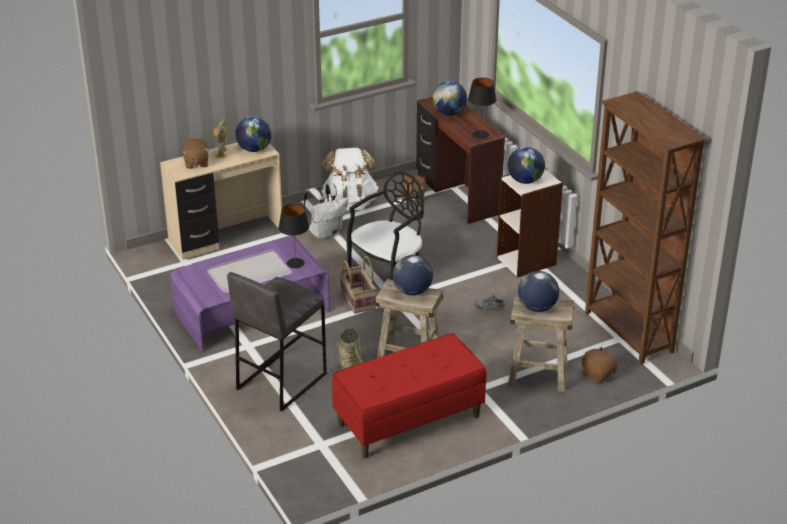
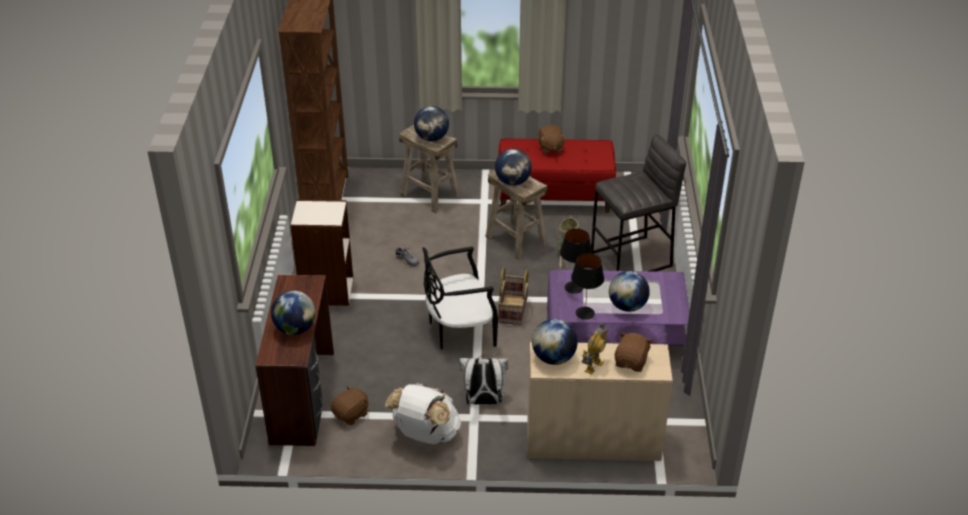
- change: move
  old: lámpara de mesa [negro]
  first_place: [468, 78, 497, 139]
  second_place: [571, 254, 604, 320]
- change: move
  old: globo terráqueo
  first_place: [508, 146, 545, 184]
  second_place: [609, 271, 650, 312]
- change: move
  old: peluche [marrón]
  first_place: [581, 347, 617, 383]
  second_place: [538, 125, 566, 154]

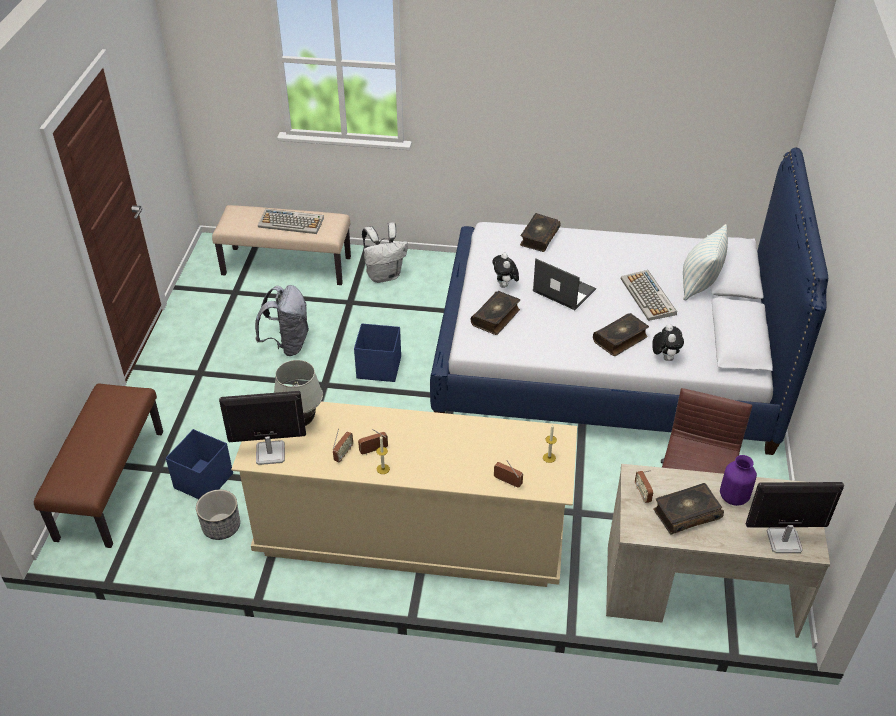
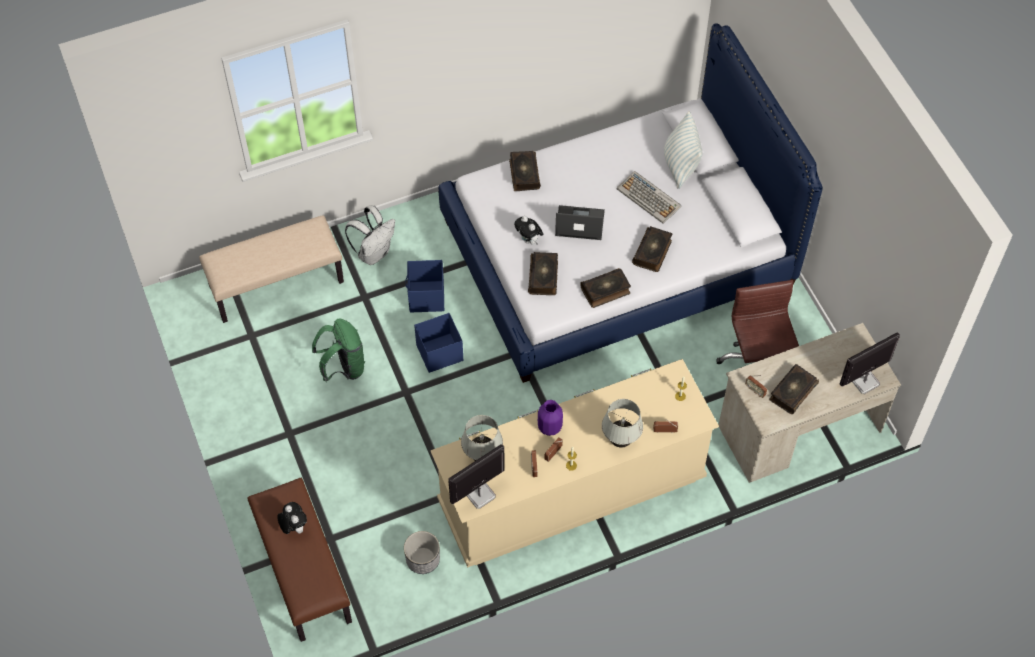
- change: delete
  old: teclado
  first_place: [258, 209, 324, 234]
- change: insert
  new: libro
  second_place: [580, 268, 631, 308]
- change: insert
  new: lámpara de mesa [blanco]
  second_place: [602, 399, 643, 447]
- change: move
  old: caja de almacenaje [azul]
  first_place: [166, 429, 233, 499]
  second_place: [405, 260, 444, 313]
- change: move
  old: peluche
  first_place: [652, 324, 684, 361]
  second_place: [277, 502, 307, 534]
- change: move
  old: florero [morado]
  first_place: [720, 455, 757, 506]
  second_place: [538, 400, 563, 436]
- change: recolor
  old: mochila [gris]
  new: mochila [verde]
  first_place: [255, 285, 309, 356]
  second_place: [312, 319, 365, 382]

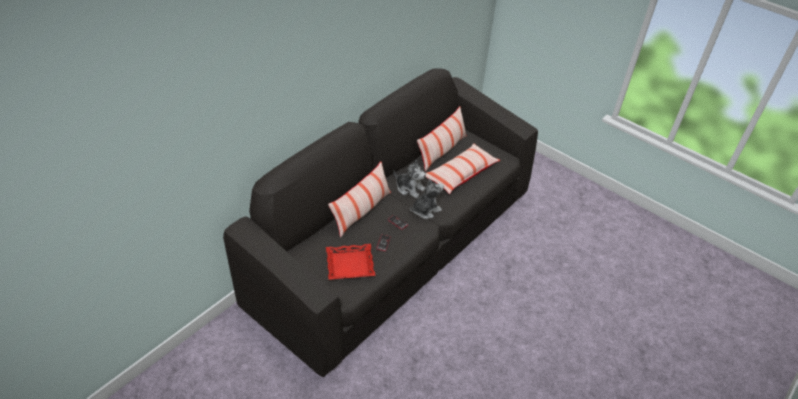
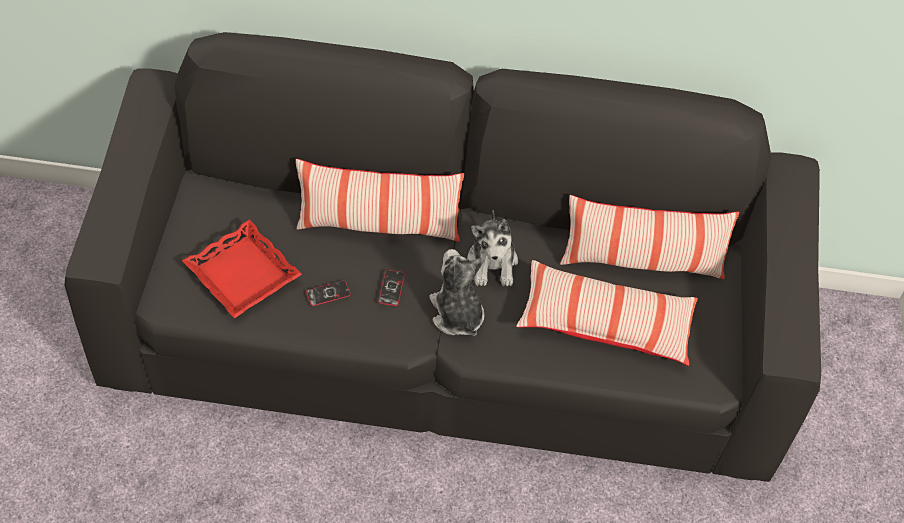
- change: rotate
  old: peluche
  first_place: [410, 179, 444, 219]
  second_place: [429, 249, 484, 336]
  degrees: -135

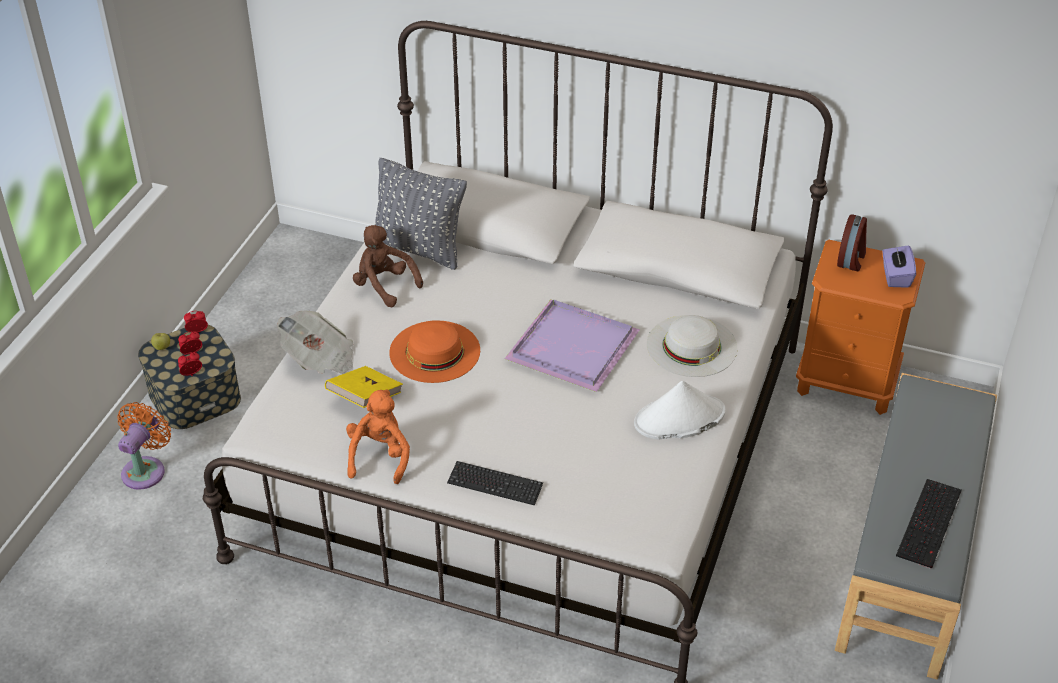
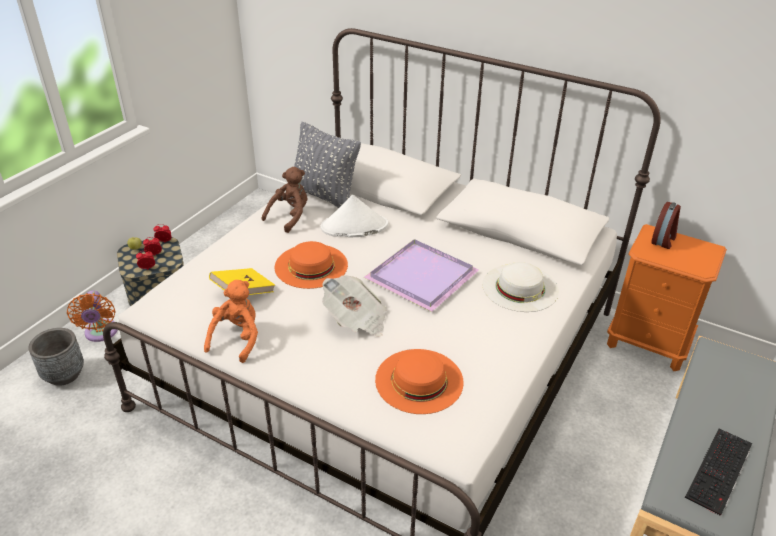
- change: delete
  old: teclado
  first_place: [447, 461, 543, 506]
- change: delete
  old: caja de pañuelos [morado]
  first_place: [883, 244, 916, 288]
- change: insert
  new: maceta [gris]
  second_place: [28, 328, 84, 386]
- change: insert
  new: sombrero [naranja]
  second_place: [375, 349, 464, 414]
- change: move
  old: periódico
  first_place: [277, 311, 354, 374]
  second_place: [322, 275, 387, 336]
- change: move
  old: sombrero [blanco]
  first_place: [634, 381, 726, 440]
  second_place: [321, 195, 388, 237]
- change: rotate
  old: ventilador [naranja]
  first_place: [117, 402, 171, 490]
  second_place: [67, 291, 117, 342]
  degrees: 135
- change: rotate
  old: peluche [marrón]
  first_place: [353, 225, 423, 307]
  second_place: [261, 167, 307, 233]
  degrees: 75

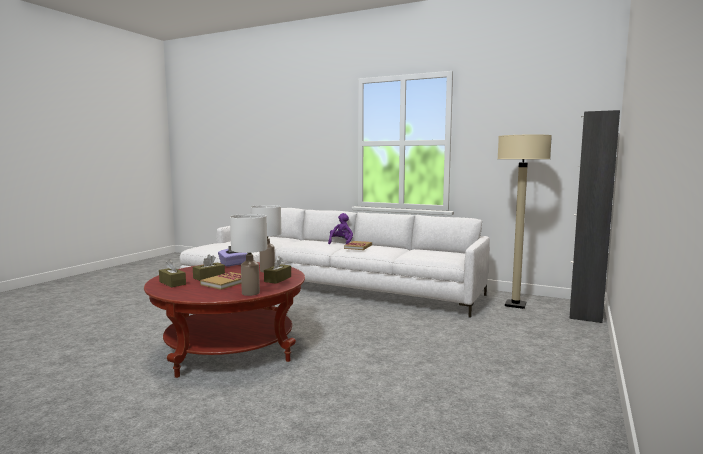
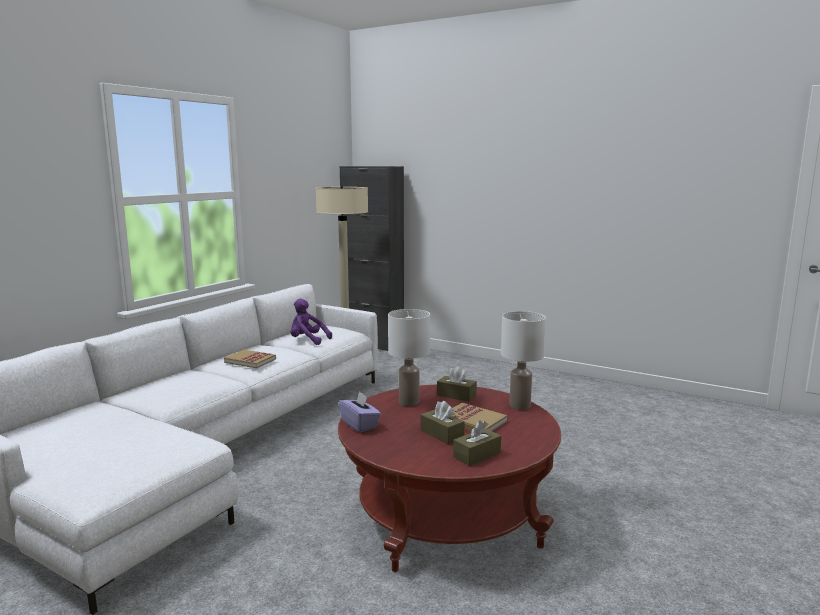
- change: move
  old: peluche [morado]
  first_place: [328, 213, 353, 244]
  second_place: [291, 299, 332, 345]

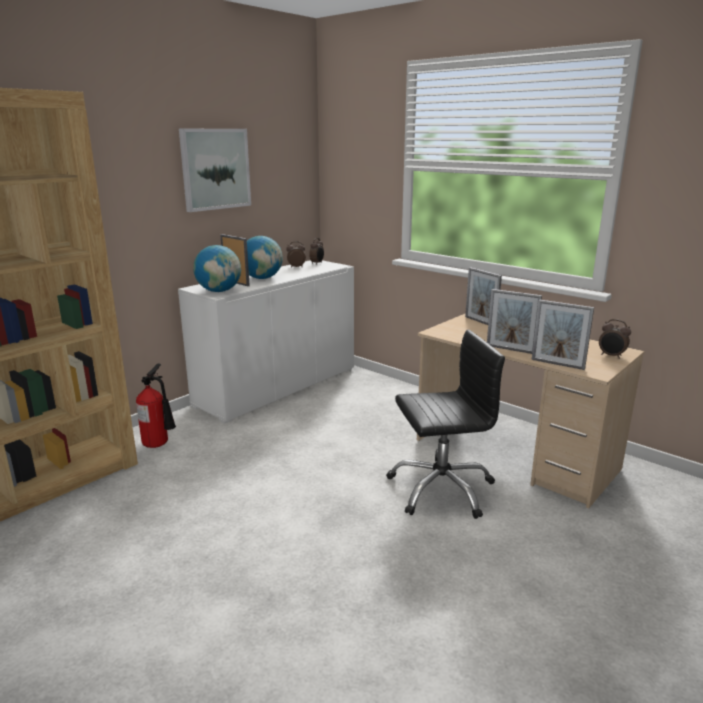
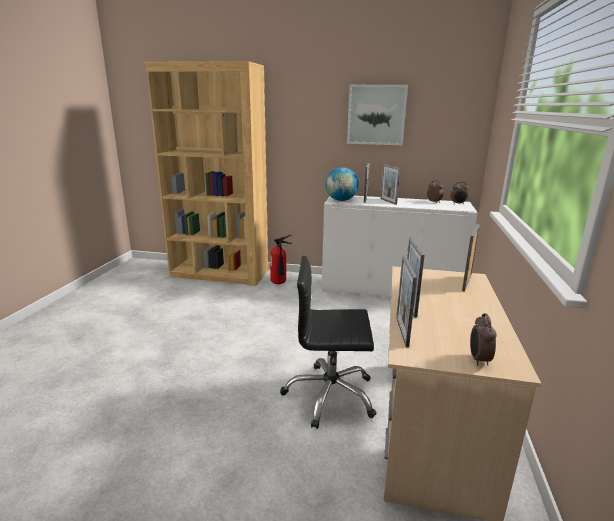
- change: replace
  old: globo terráqueo
  new: portarretratos
  first_place: [247, 236, 283, 279]
  second_place: [380, 164, 400, 205]
- change: rotate
  old: silla de oficina [negro]
  first_place: [387, 330, 505, 519]
  second_place: [280, 256, 377, 429]
  degrees: 135

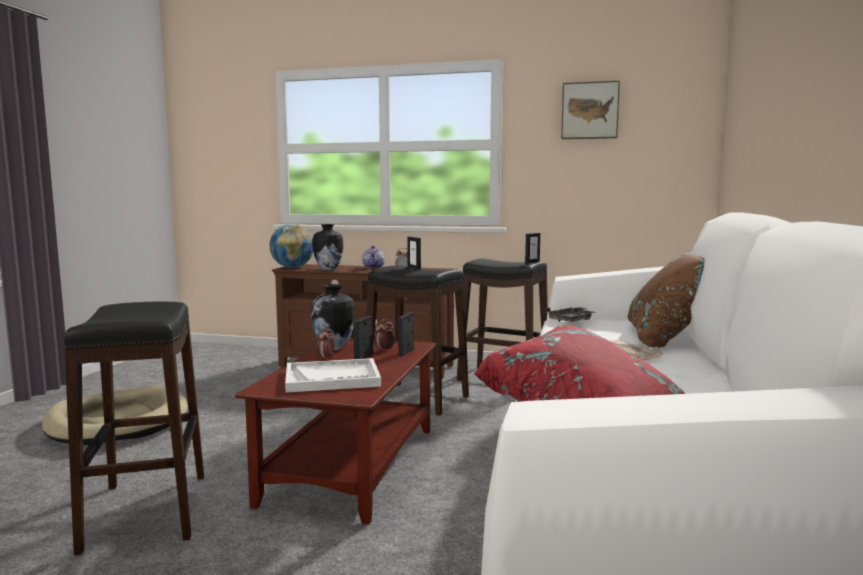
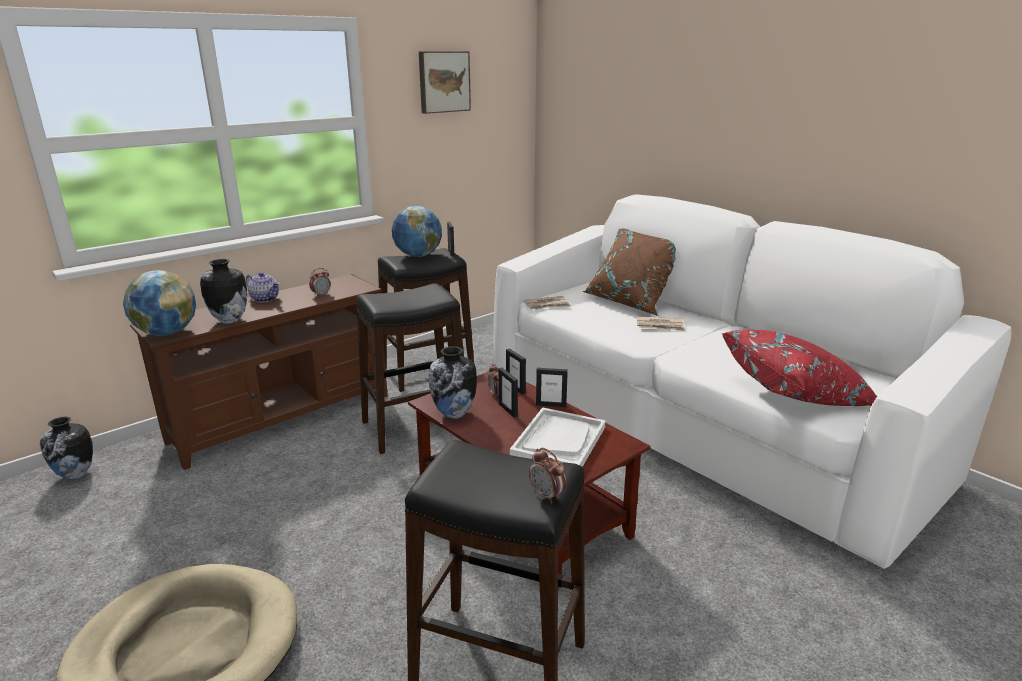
- change: insert
  new: florero
  second_place: [40, 417, 93, 480]
- change: insert
  new: globo terráqueo
  second_place: [392, 206, 442, 257]
- change: move
  old: despertador
  first_place: [317, 326, 335, 361]
  second_place: [529, 448, 566, 503]
- change: move
  old: portarretratos
  first_place: [407, 237, 421, 270]
  second_place: [536, 368, 568, 407]
- change: replace
  old: bandeja [gris]
  new: periódico
  first_place: [546, 307, 595, 322]
  second_place: [524, 296, 571, 310]

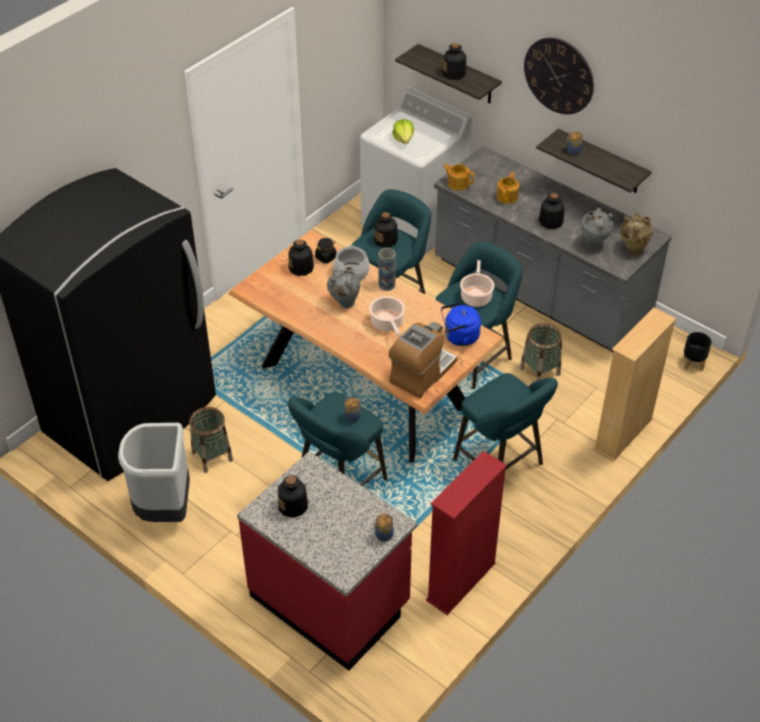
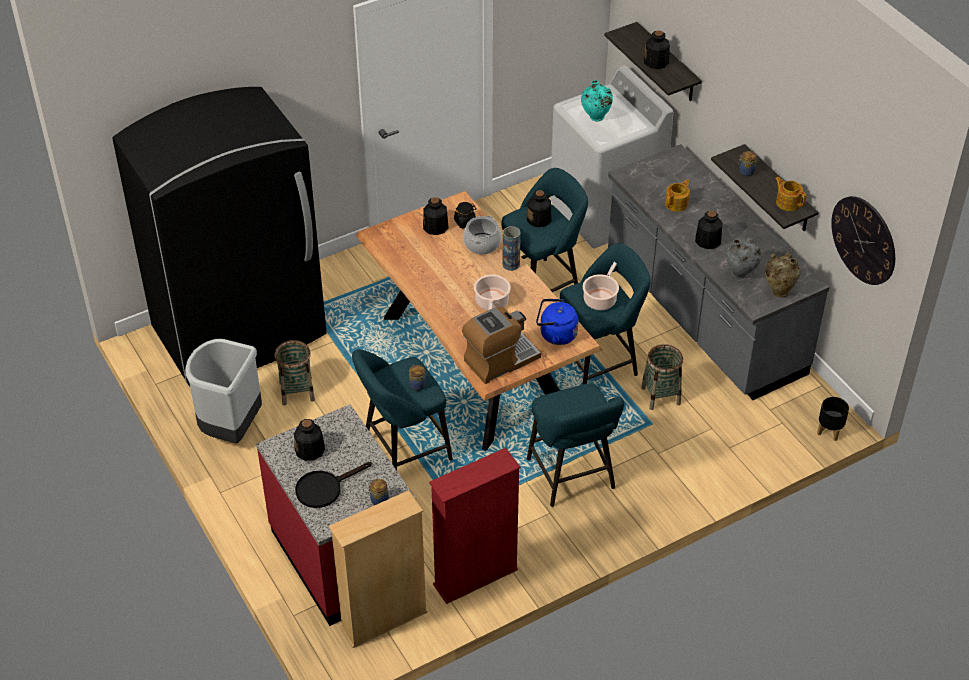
- change: delete
  old: florero [gris]
  first_place: [327, 267, 360, 308]
- change: insert
  new: sartén [negro]
  second_place: [295, 462, 371, 508]
- change: move
  old: tetera
  first_place: [443, 164, 474, 191]
  second_place: [775, 177, 807, 211]
- change: move
  old: reloj de pared
  first_place: [524, 37, 594, 114]
  second_place: [831, 196, 895, 285]
- change: move
  old: estantería [beis]
  first_place: [593, 307, 676, 462]
  second_place: [329, 490, 428, 648]
- change: replace
  old: lechuga
  new: florero [turquesa]
  first_place: [393, 119, 414, 144]
  second_place: [581, 80, 613, 121]

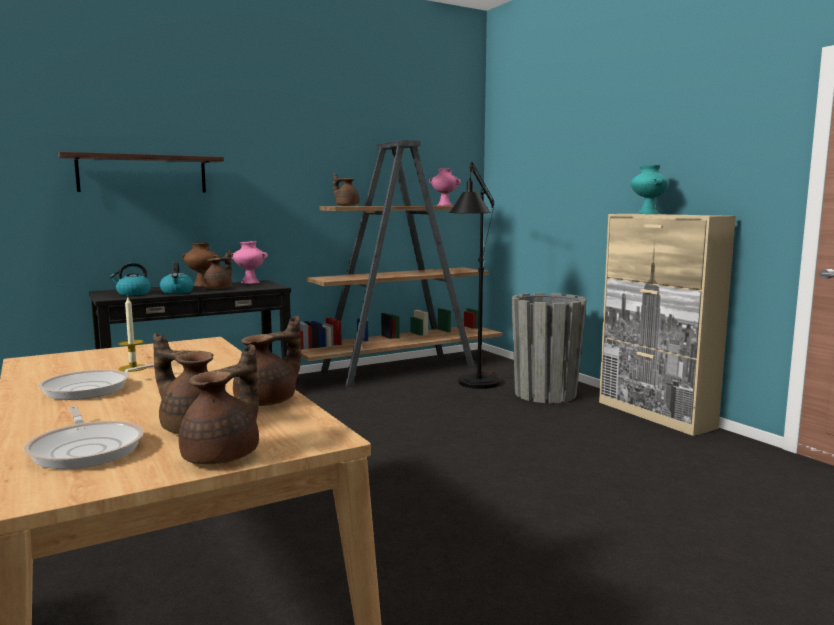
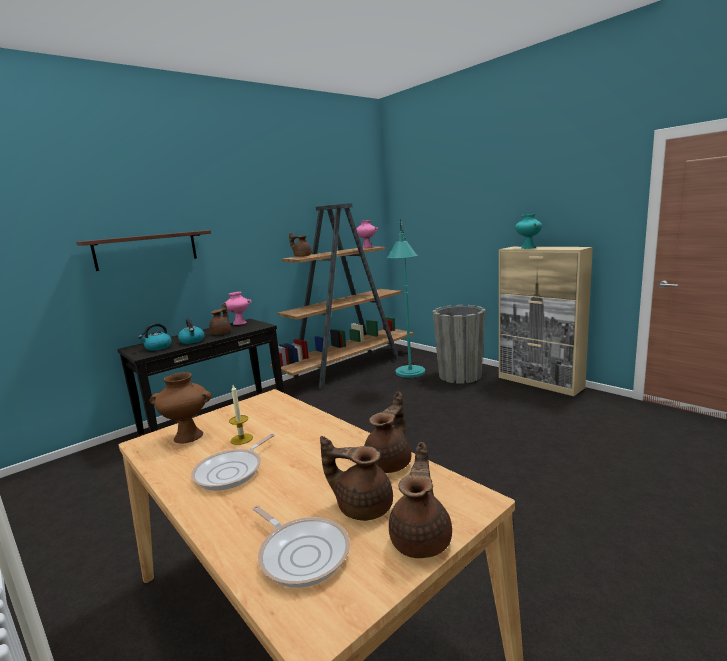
- change: move
  old: florero [marrón]
  first_place: [182, 243, 220, 286]
  second_place: [149, 372, 212, 443]
- change: recolor
  old: lámpara de pie [negro]
  new: lámpara de pie [turquesa]
  first_place: [448, 161, 500, 389]
  second_place: [387, 219, 425, 378]

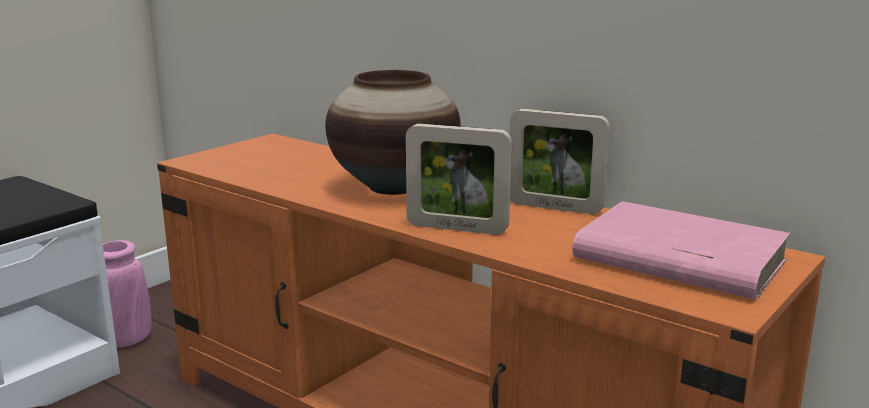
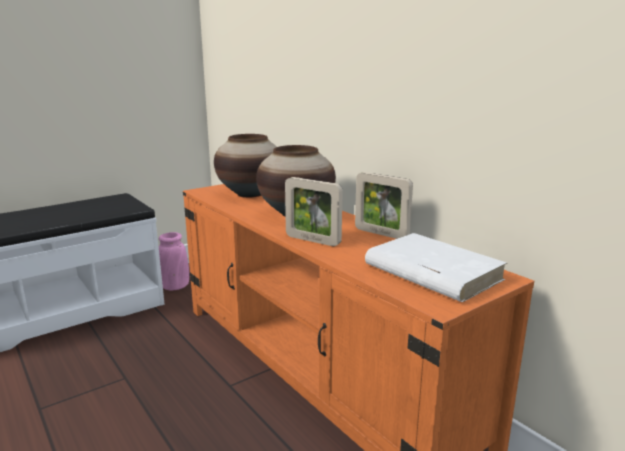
- change: insert
  new: florero
  second_place: [214, 134, 277, 198]
- change: recolor
  old: libro [rosa]
  new: libro [blanco]
  first_place: [572, 201, 791, 299]
  second_place: [365, 233, 507, 302]

